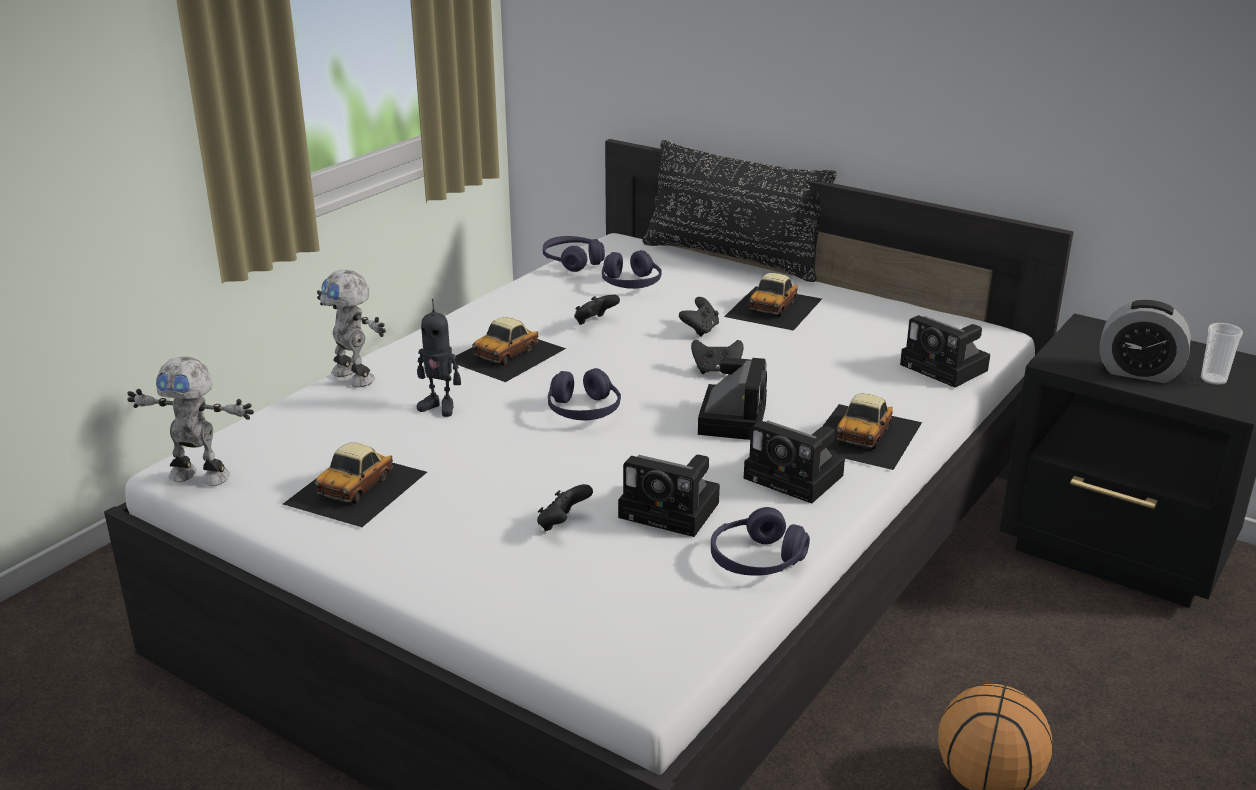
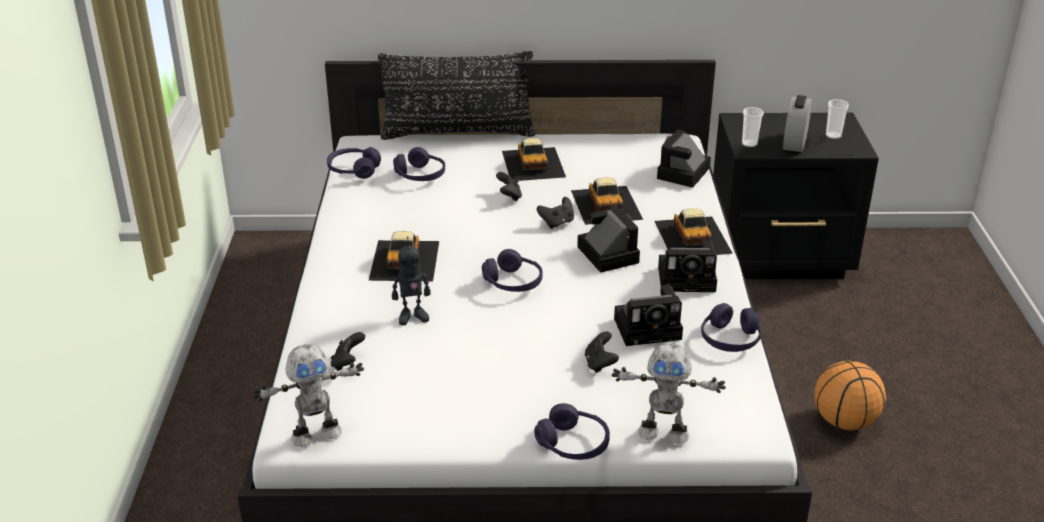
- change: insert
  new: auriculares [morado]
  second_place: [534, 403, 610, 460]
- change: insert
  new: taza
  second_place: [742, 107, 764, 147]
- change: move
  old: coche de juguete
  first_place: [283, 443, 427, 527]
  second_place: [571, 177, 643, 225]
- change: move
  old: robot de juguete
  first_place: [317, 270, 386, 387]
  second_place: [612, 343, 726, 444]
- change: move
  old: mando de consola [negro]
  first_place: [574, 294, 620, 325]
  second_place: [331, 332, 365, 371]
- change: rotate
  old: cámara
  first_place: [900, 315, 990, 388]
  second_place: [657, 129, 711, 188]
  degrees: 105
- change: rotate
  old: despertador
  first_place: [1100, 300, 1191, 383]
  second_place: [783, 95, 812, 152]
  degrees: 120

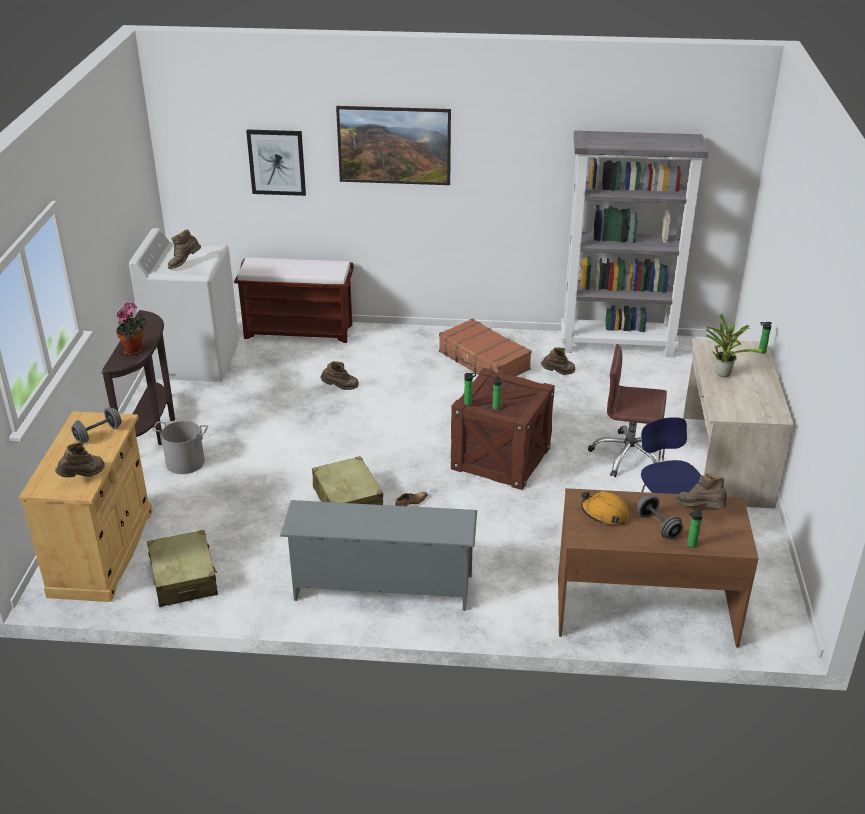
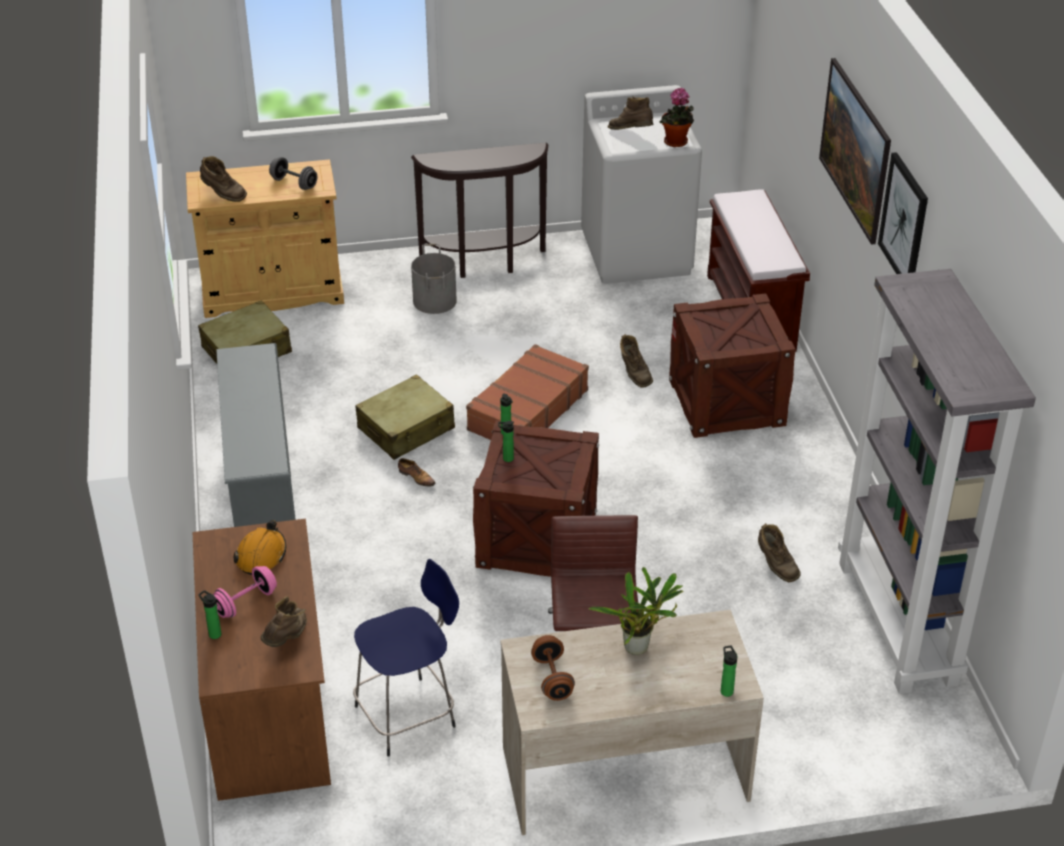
- change: insert
  new: mancuerna [marrón]
  second_place: [531, 635, 575, 701]
- change: insert
  new: caja de embalaje
  second_place: [669, 293, 796, 438]
- change: move
  old: planta en maceta
  first_place: [116, 302, 147, 355]
  second_place: [659, 88, 694, 147]
- change: move
  old: cuadro
  first_place: [246, 129, 306, 196]
  second_place: [878, 152, 928, 274]
- change: move
  old: maleta [marrón]
  first_place: [439, 318, 532, 376]
  second_place: [466, 344, 589, 440]
- change: recolor
  old: mancuerna [gris]
  new: mancuerna [rosa]
  first_place: [637, 495, 683, 539]
  second_place: [213, 566, 277, 618]

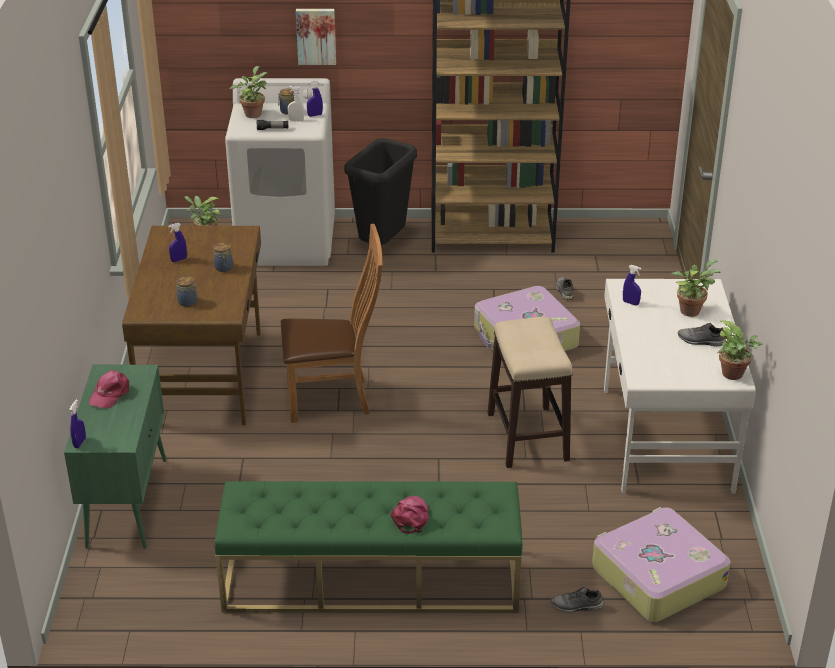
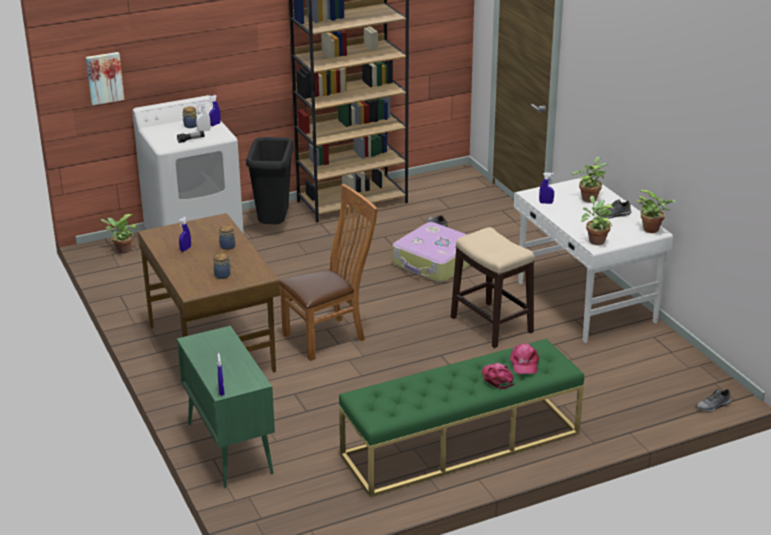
- change: delete
  old: maleta
  first_place: [592, 507, 731, 622]
- change: move
  old: gorra [rosa]
  first_place: [89, 371, 129, 409]
  second_place: [510, 343, 539, 374]
- change: move
  old: planta en maceta
  first_place: [230, 66, 268, 118]
  second_place: [581, 196, 614, 245]
- change: move
  old: cuadro
  first_place: [296, 9, 336, 65]
  second_place: [86, 52, 125, 105]
- change: move
  old: zapato [gris]
  first_place: [551, 587, 603, 612]
  second_place: [696, 389, 731, 412]

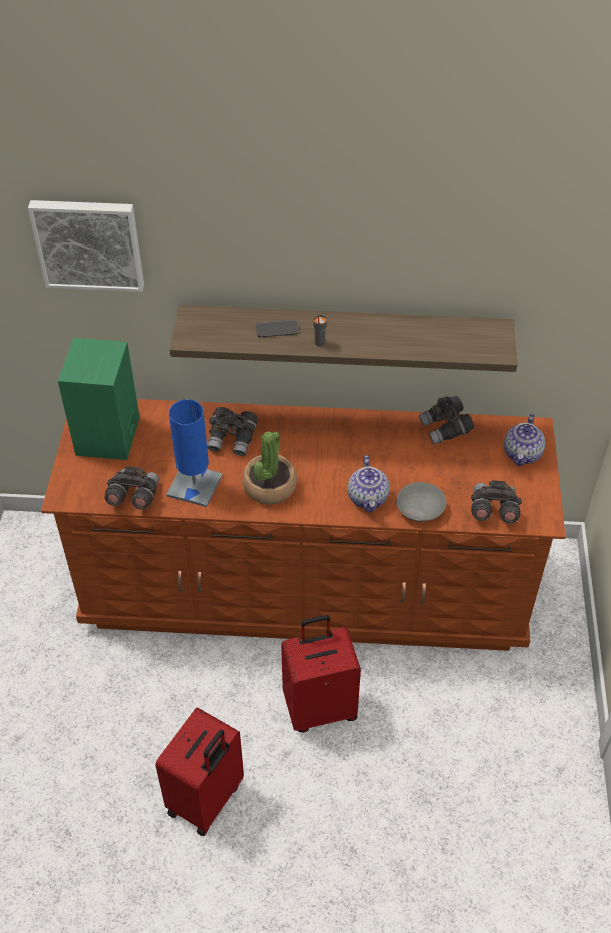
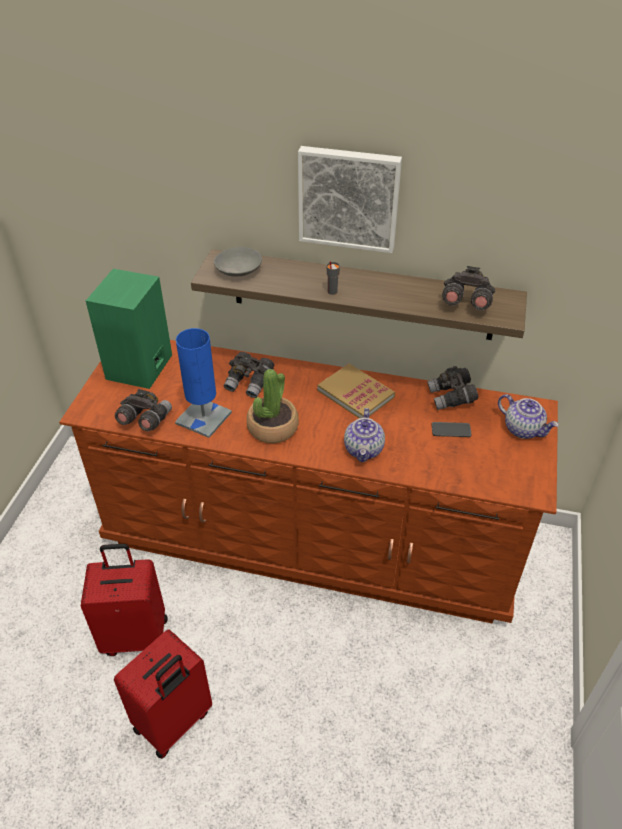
- change: insert
  new: libro
  second_place: [318, 363, 395, 418]
- change: move
  old: cuadro
  first_place: [28, 200, 144, 292]
  second_place: [298, 146, 402, 253]
- change: move
  old: móvil
  first_place: [256, 320, 299, 337]
  second_place: [432, 422, 471, 437]
- change: move
  old: maleta [rojo]
  first_place: [281, 615, 361, 732]
  second_place: [81, 544, 168, 656]
- change: move
  old: cuenco [gris]
  first_place: [396, 482, 447, 522]
  second_place: [214, 247, 262, 277]
- change: move
  old: prismáticos [gris]
  first_place: [471, 480, 522, 524]
  second_place: [442, 266, 495, 310]
- change: rotate
  old: tetera
  first_place: [504, 413, 545, 466]
  second_place: [498, 394, 559, 439]
  degrees: -75

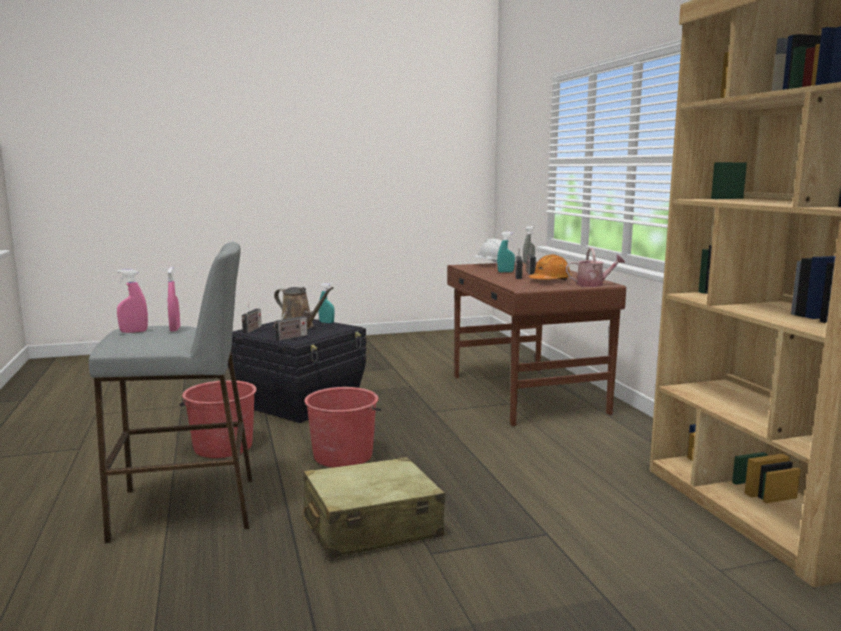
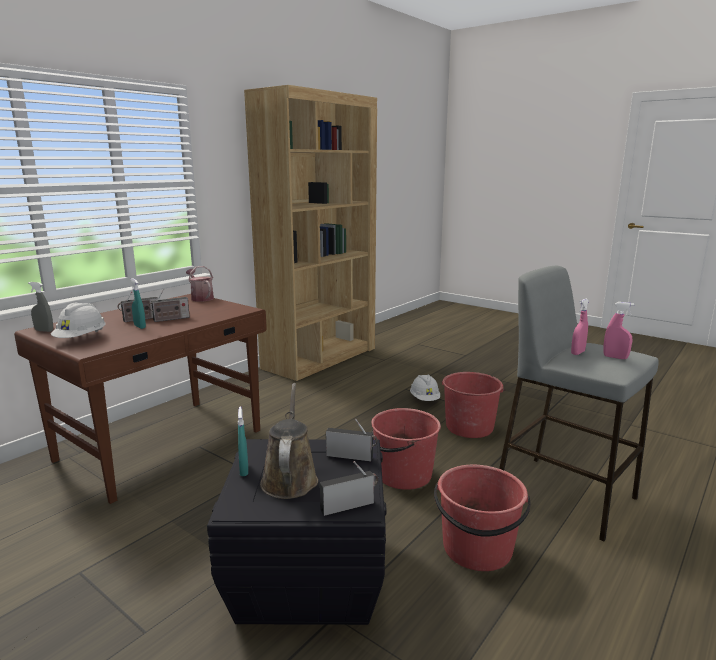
- change: delete
  old: casco [naranja]
  first_place: [528, 254, 572, 280]
- change: insert
  new: casco [blanco]
  second_place: [410, 374, 440, 401]
- change: replace
  old: maleta [beis]
  new: cubo [rojo]
  first_place: [302, 457, 445, 558]
  second_place: [441, 372, 505, 438]

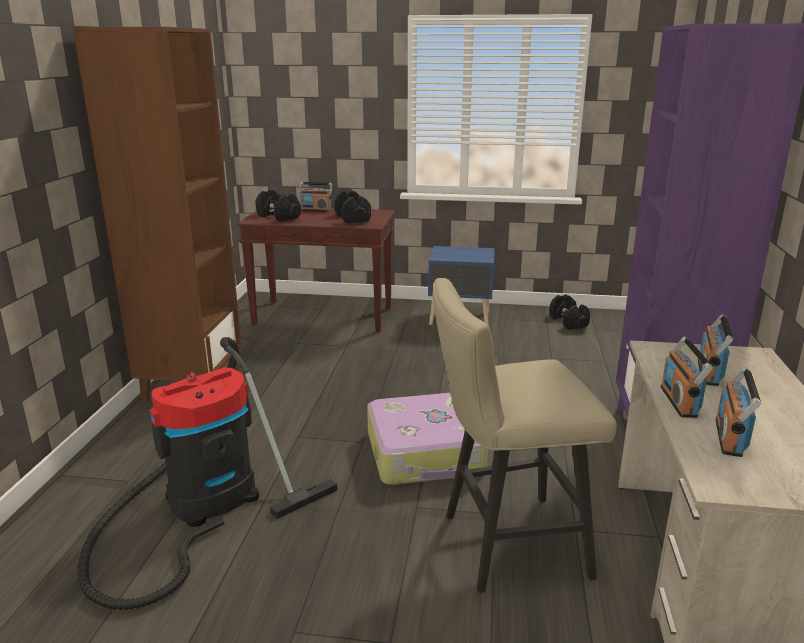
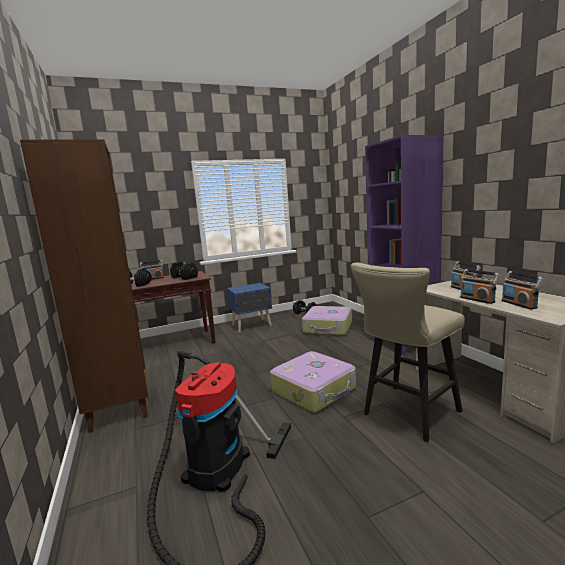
- change: insert
  new: maleta
  second_place: [302, 306, 352, 336]

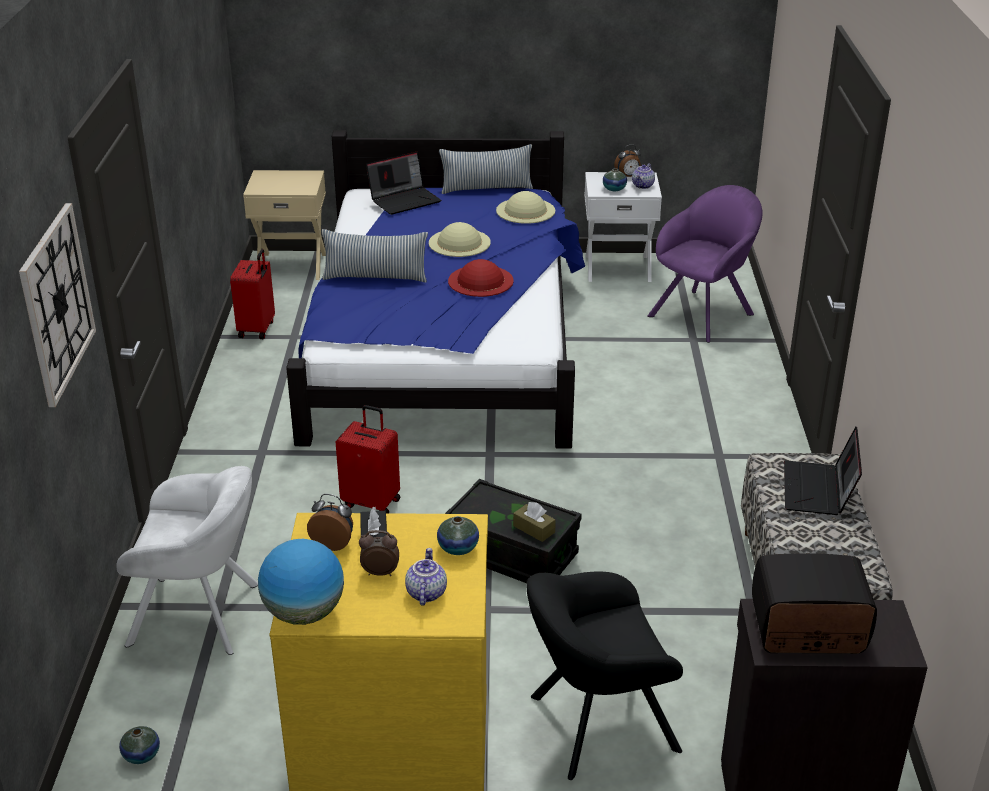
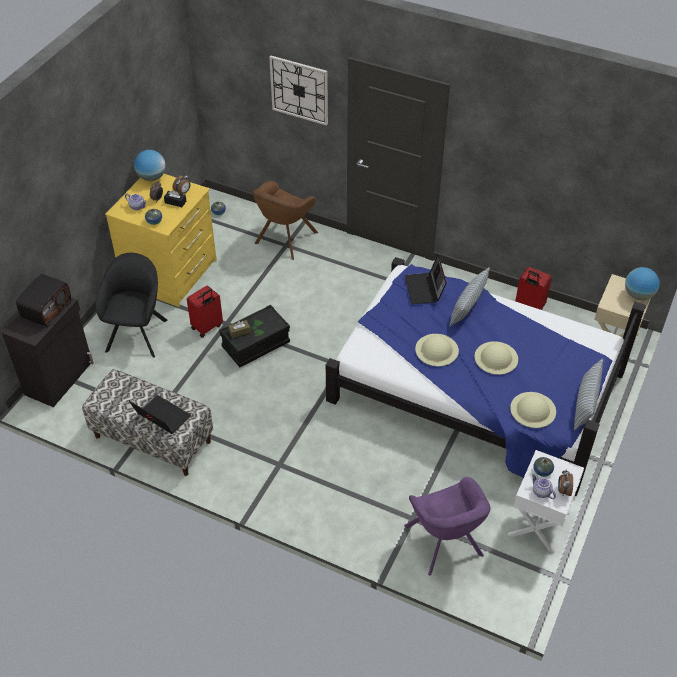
- change: insert
  new: globo terráqueo
  second_place: [625, 267, 660, 300]
- change: move
  old: maleta [rojo]
  first_place: [336, 405, 400, 513]
  second_place: [187, 285, 223, 338]
- change: move
  old: portátil
  first_place: [366, 151, 441, 215]
  second_place: [405, 255, 447, 304]
- change: recolor
  old: sillón [blanco]
  new: sillón [marrón]
  first_place: [116, 466, 258, 655]
  second_place: [252, 180, 318, 260]
- change: recolor
  old: sombrero [rojo]
  new: sombrero [beis]
  first_place: [448, 259, 514, 297]
  second_place: [415, 334, 459, 366]

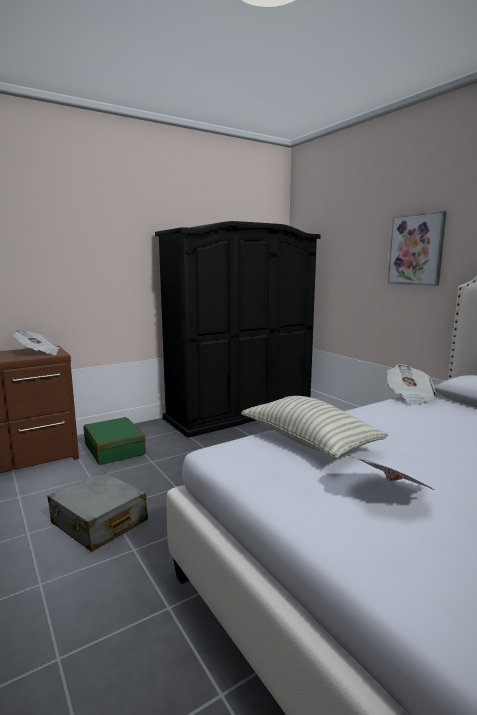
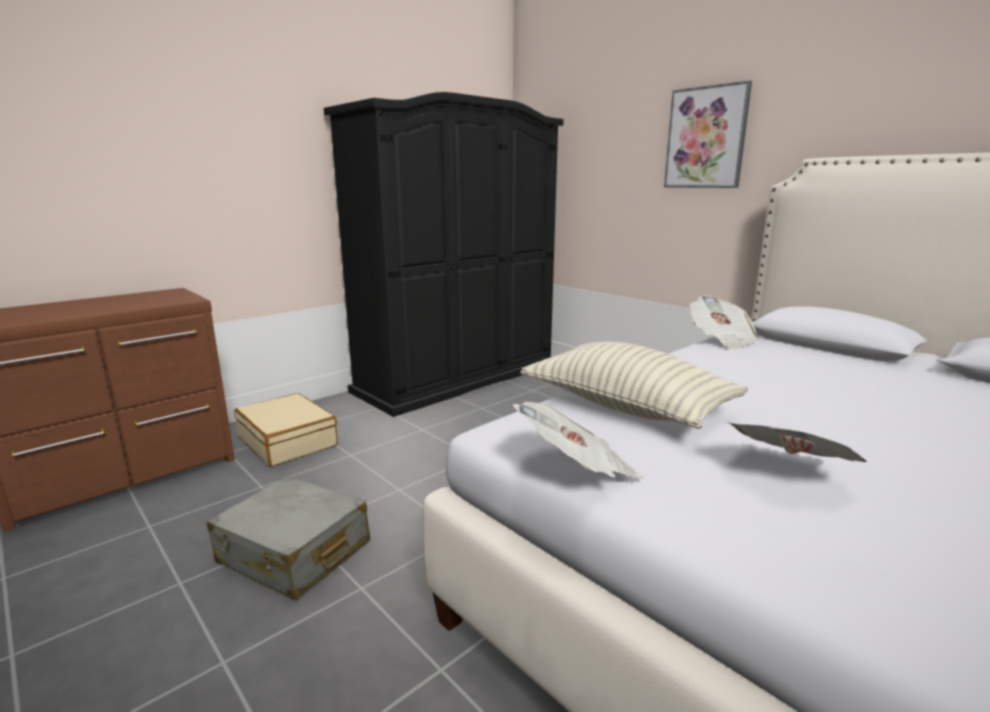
- change: move
  old: periódico
  first_place: [13, 330, 60, 355]
  second_place: [512, 402, 644, 479]
- change: recolor
  old: maleta [verde]
  new: maleta [beis]
  first_place: [83, 417, 146, 465]
  second_place: [234, 393, 338, 466]

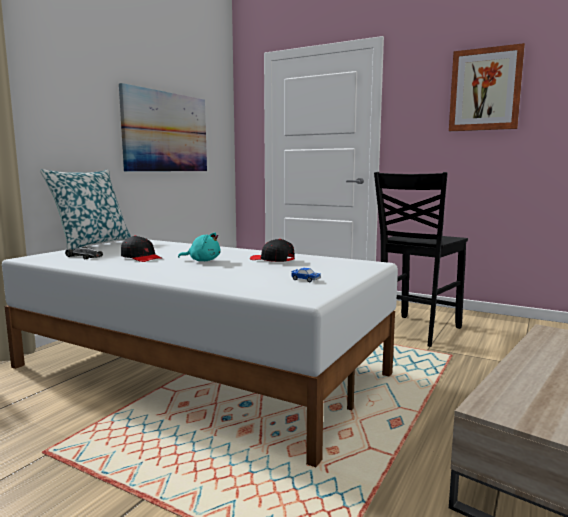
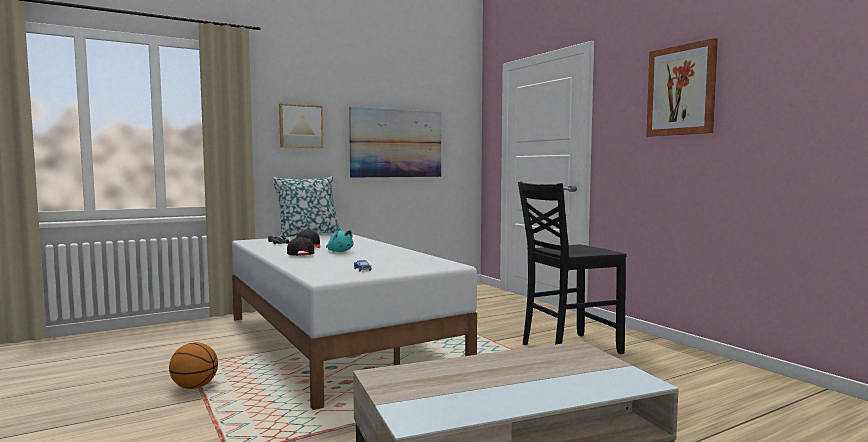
- change: insert
  new: balón de baloncesto
  second_place: [169, 342, 218, 389]
- change: insert
  new: cuadro
  second_place: [279, 103, 323, 148]
- change: move
  old: gorra [negro]
  first_place: [250, 239, 295, 262]
  second_place: [287, 237, 314, 256]

